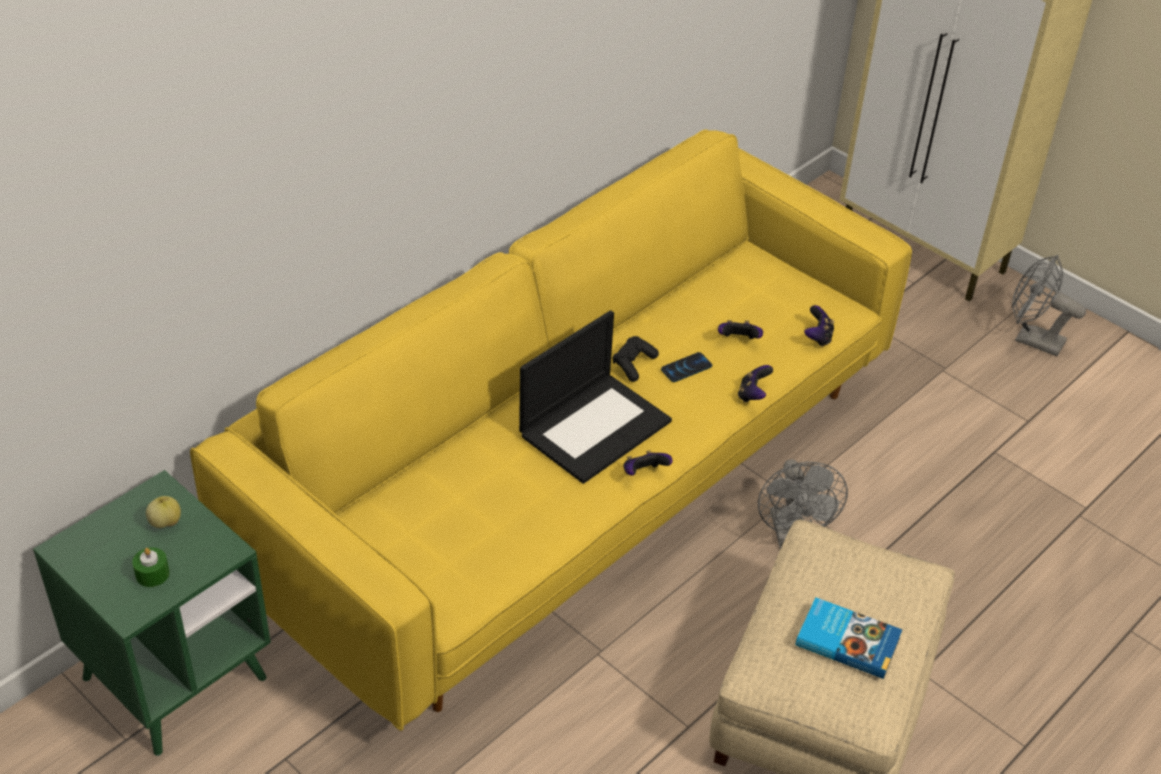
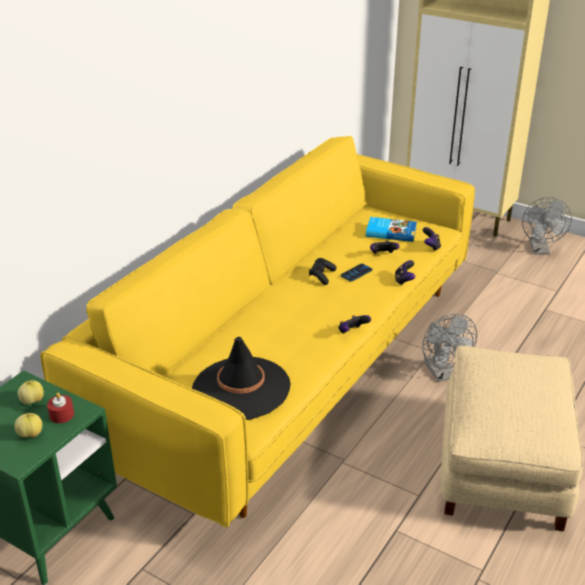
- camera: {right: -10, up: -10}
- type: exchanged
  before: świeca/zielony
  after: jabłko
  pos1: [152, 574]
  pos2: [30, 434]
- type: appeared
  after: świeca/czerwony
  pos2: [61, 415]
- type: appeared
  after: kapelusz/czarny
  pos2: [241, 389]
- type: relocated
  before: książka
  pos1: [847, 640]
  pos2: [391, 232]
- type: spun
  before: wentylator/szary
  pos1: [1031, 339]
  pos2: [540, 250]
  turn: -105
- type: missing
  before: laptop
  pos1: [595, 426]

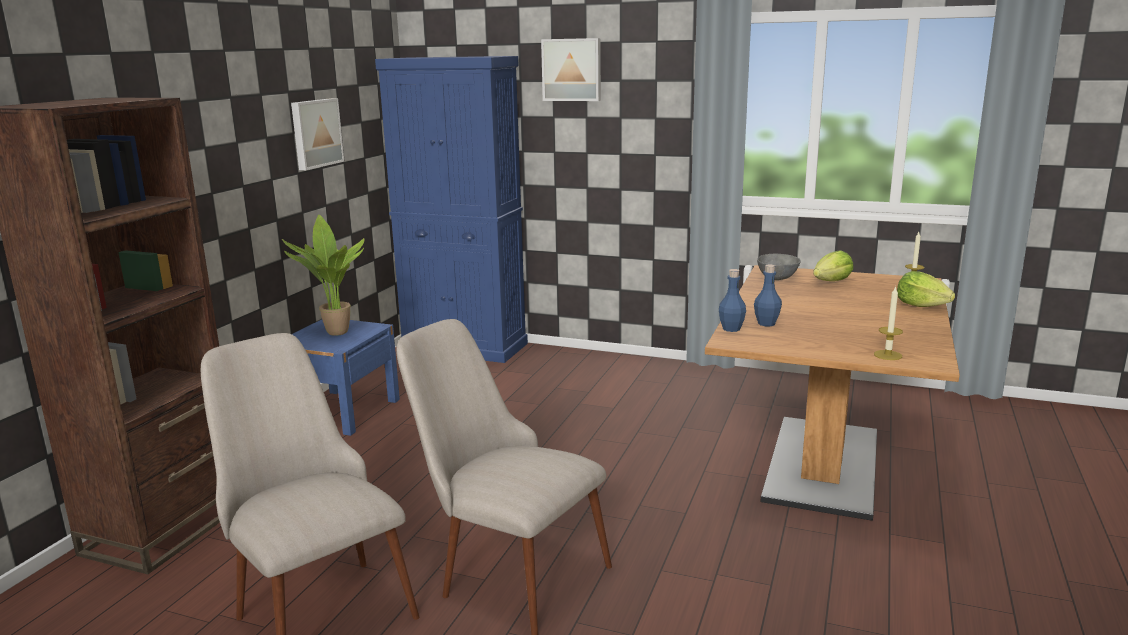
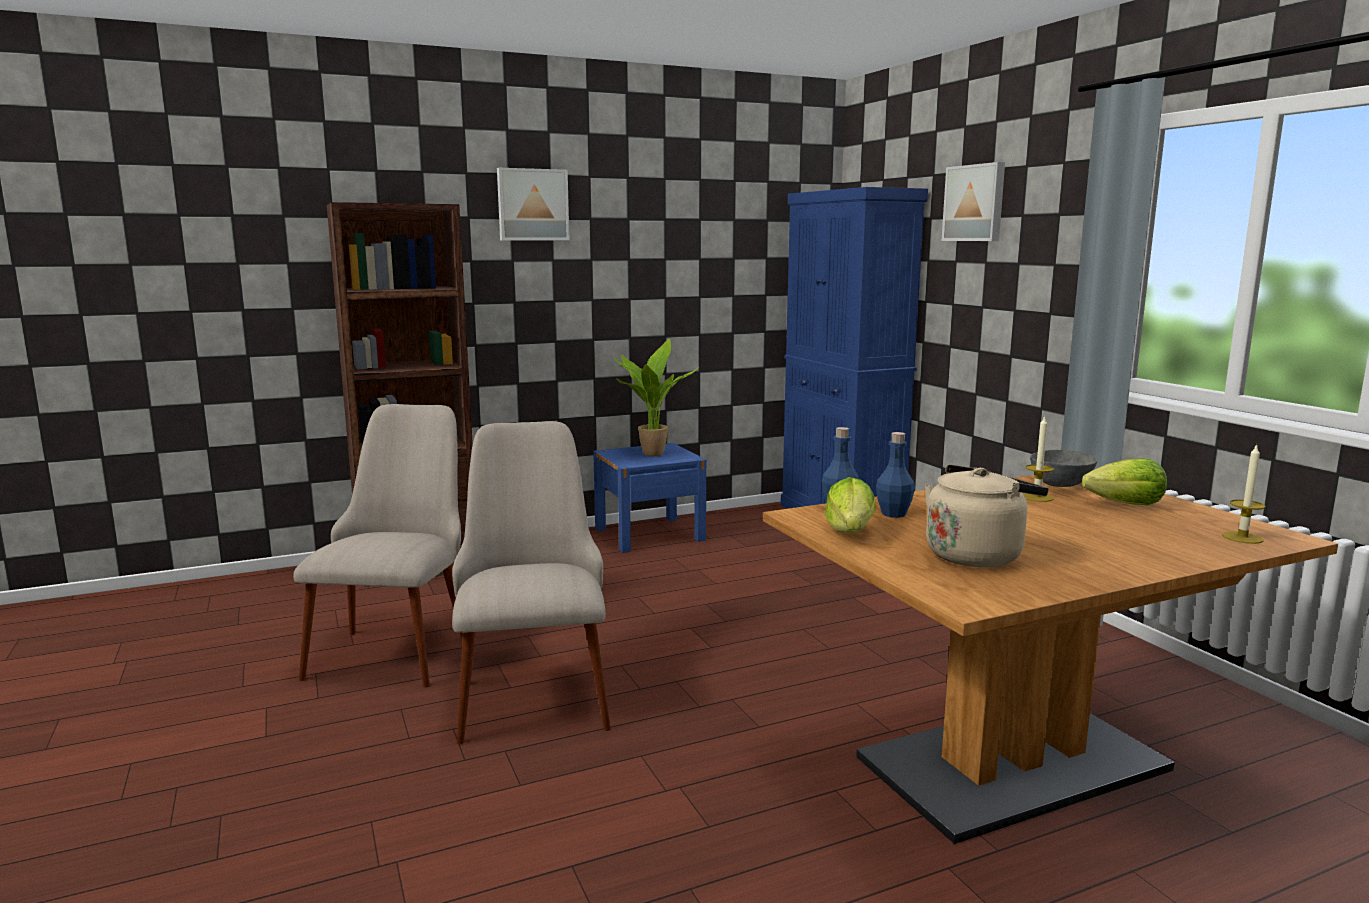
- camera: {right: 45, up: -5}
- type: relocated
  before: obraz
  pos1: [315, 133]
  pos2: [532, 205]
- type: relocated
  before: sałata
  pos1: [921, 306]
  pos2: [850, 532]
- type: appeared
  after: czajnik/beżowy
  pos2: [976, 555]
- type: relocated
  before: świeca
  pos1: [887, 355]
  pos2: [1036, 497]

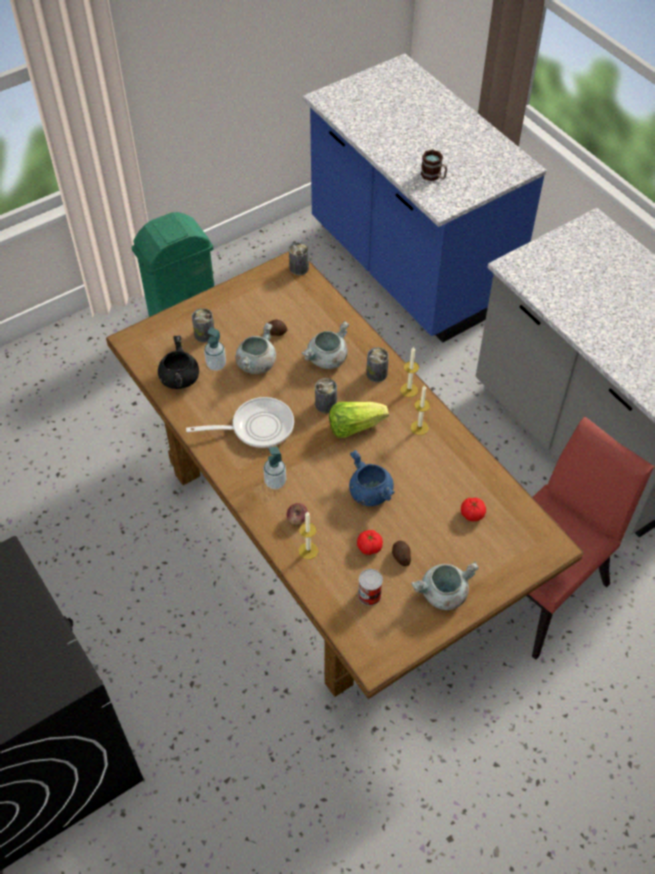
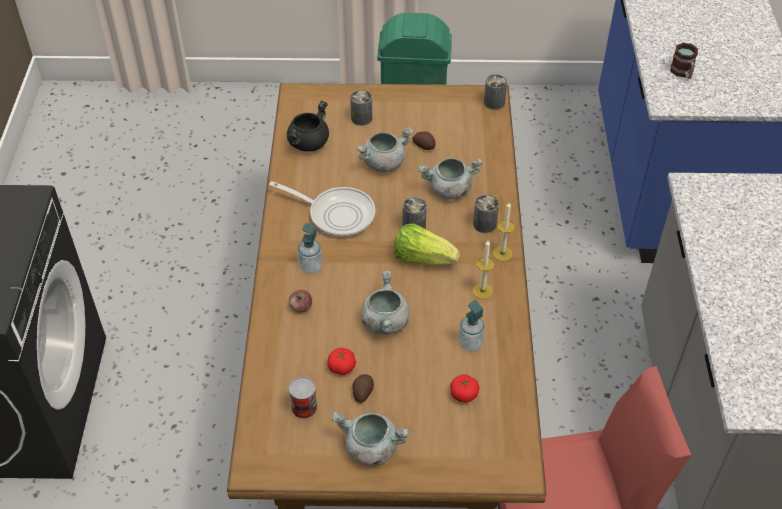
- camera: {right: 35, up: -5}
- type: colour
  before: garnek/niebieski
  after: garnek/szary
  pos1: [369, 493]
  pos2: [384, 321]
- type: relocated
  before: dozownik mydła
  pos1: [216, 364]
  pos2: [470, 343]
- type: missing
  before: świeca
  pos1: [308, 550]

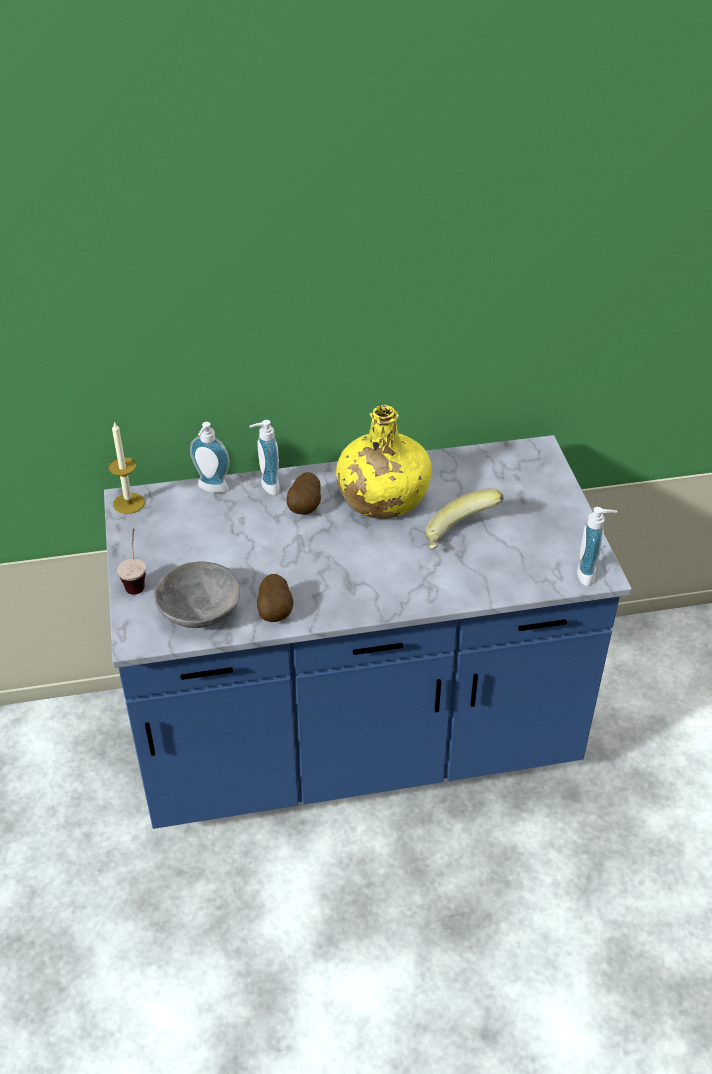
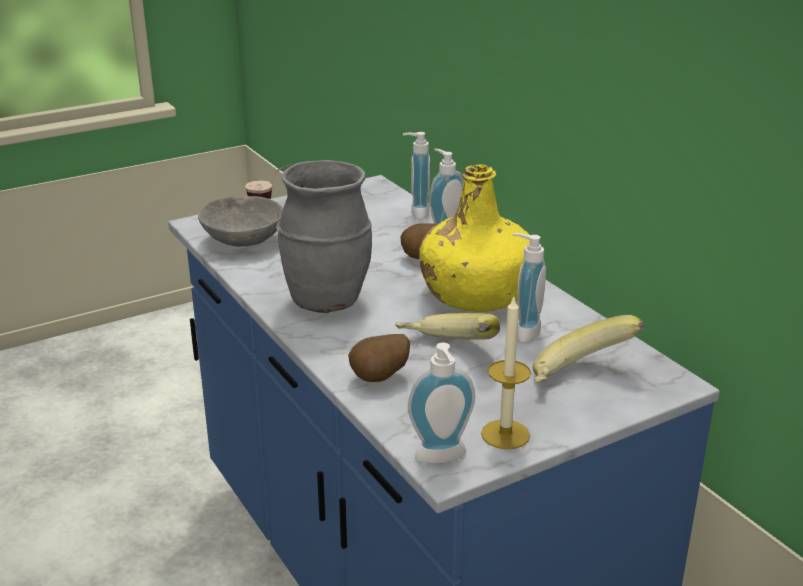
- camera: {right: 70, up: -15}
- type: appeared
  after: wazon/szary
  pos2: [327, 300]
- type: relocated
  before: ziemniak
  pos1: [276, 612]
  pos2: [380, 378]
- type: relocated
  before: świeca
  pos1: [128, 503]
  pos2: [505, 434]
- type: appeared
  after: dozownik mydła
  pos2: [523, 331]
- type: appeared
  after: banan
  pos2: [581, 378]

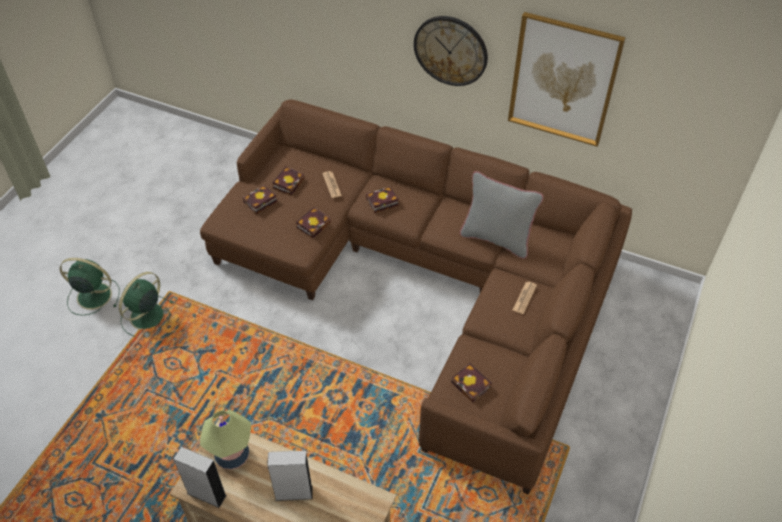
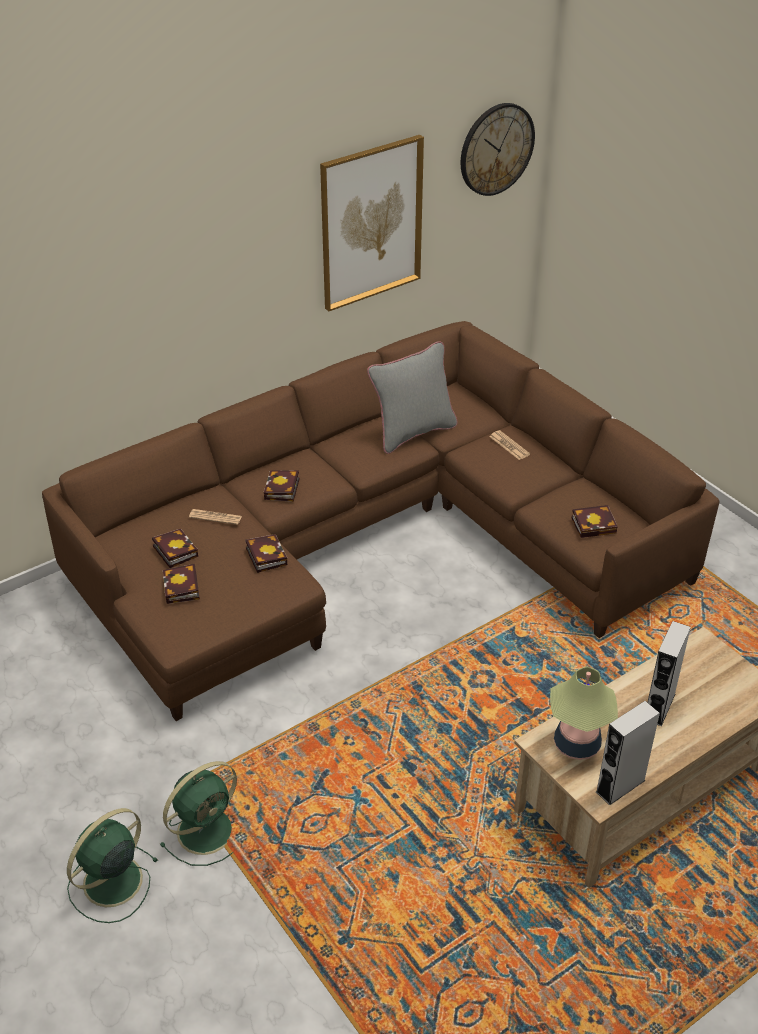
- camera: {right: -60, up: -10}
- type: spun
  before: wentylator/zielony
  pos1: [146, 317]
  pos2: [207, 829]
  turn: -105
- type: relocated
  before: zegar ścienny
  pos1: [451, 50]
  pos2: [496, 149]

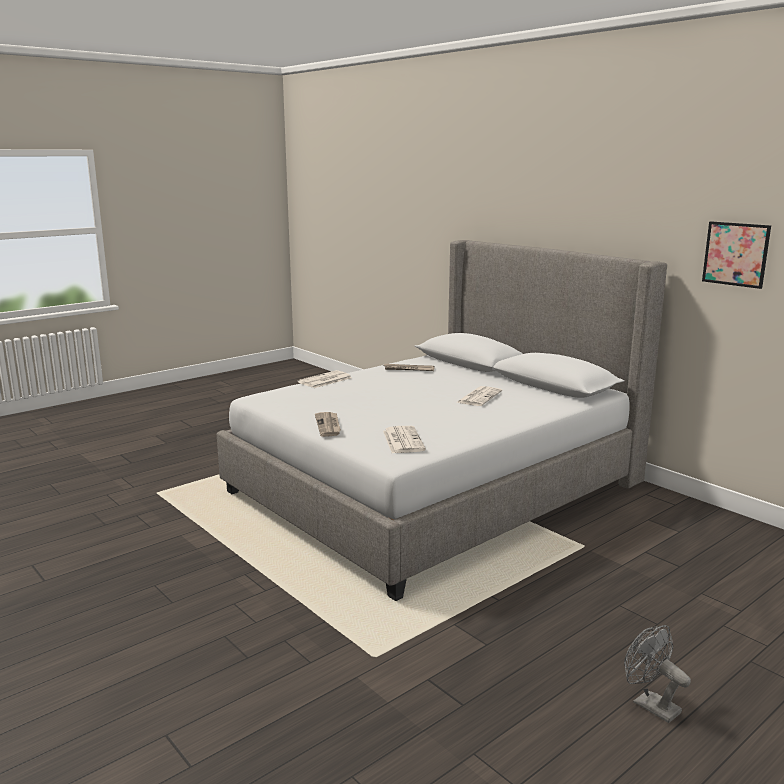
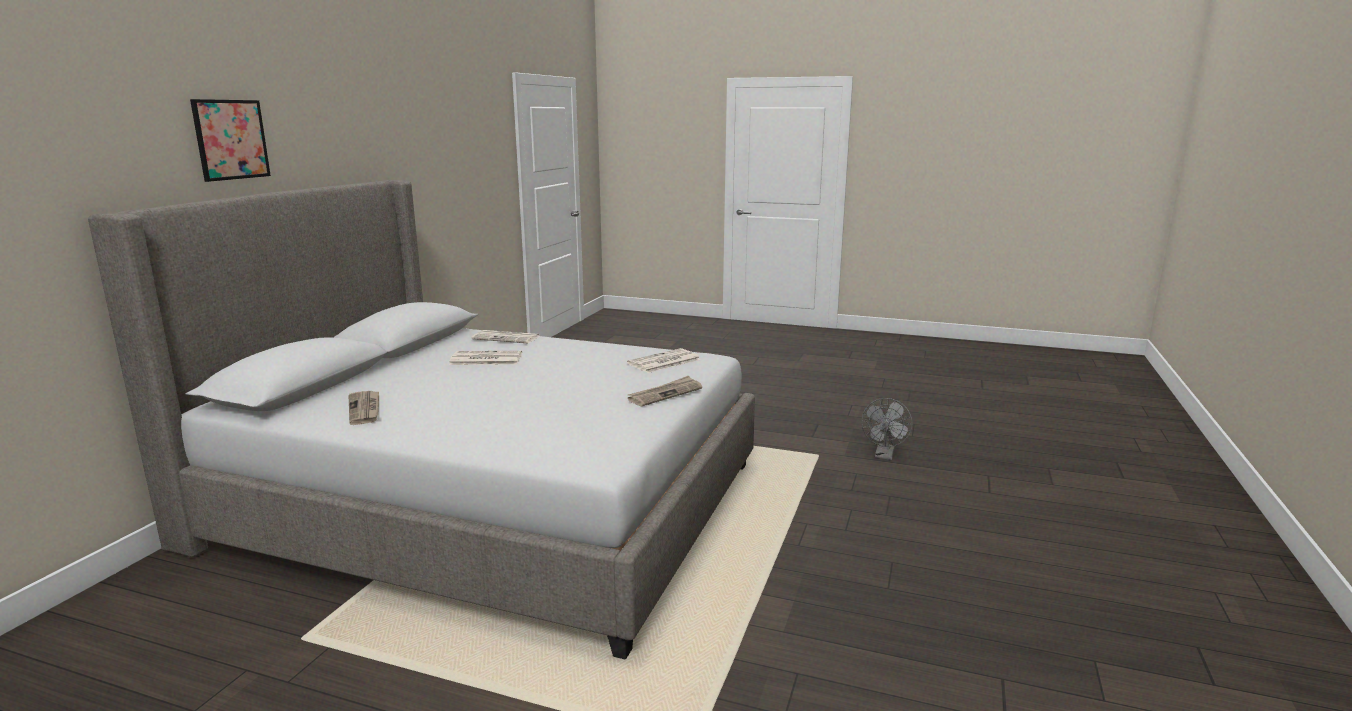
- camera: {right: -120, up: 0}
- type: relocated
  before: obraz
  pos1: [735, 254]
  pos2: [231, 139]
- type: relocated
  before: gazeta
  pos1: [324, 380]
  pos2: [507, 338]
- type: relocated
  before: wentylator/szary
  pos1: [650, 704]
  pos2: [884, 456]

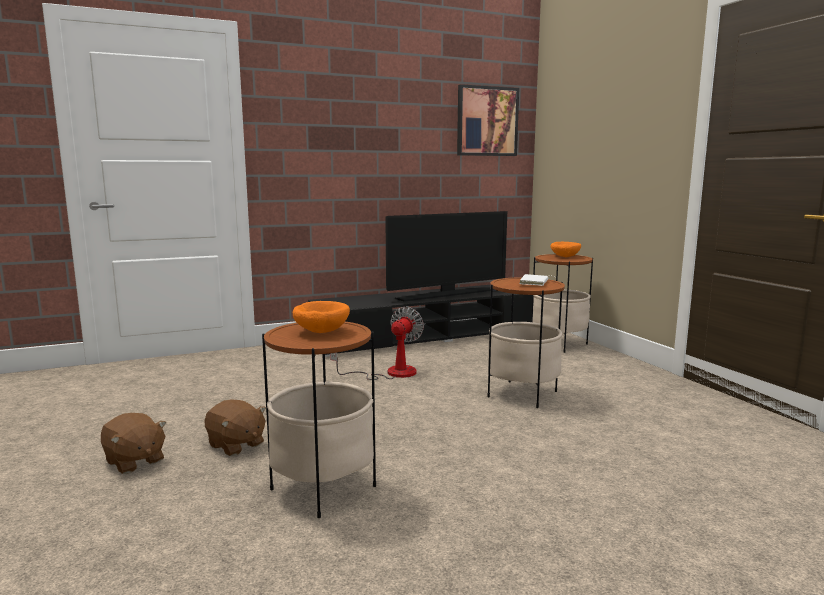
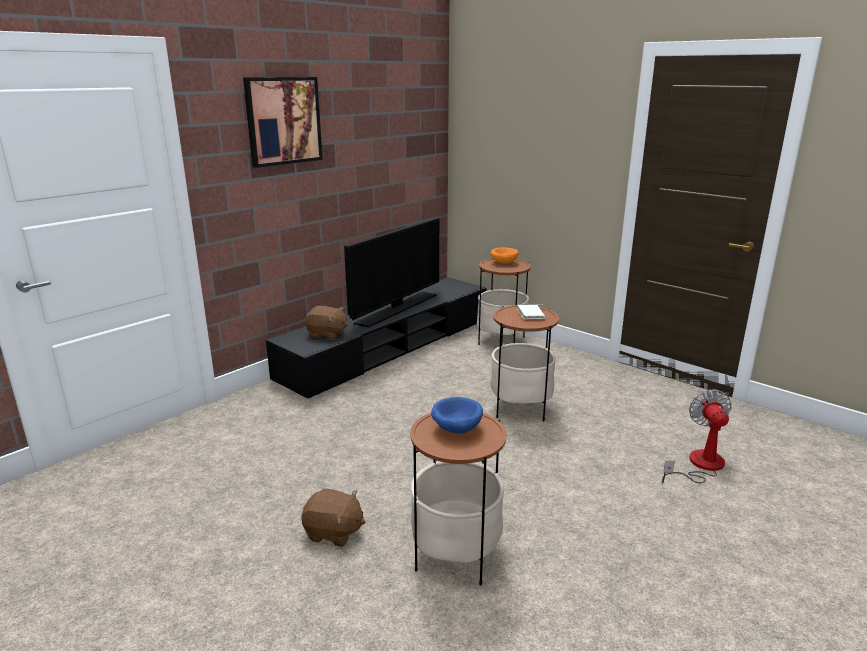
- camera: {right: -25, up: 10}
- type: relocated
  before: obraz
  pos1: [487, 121]
  pos2: [283, 121]
- type: relocated
  before: pluszak/brązowy
  pos1: [134, 461]
  pos2: [327, 334]
- type: colour
  before: miska/pomarańczowy
  after: miska/niebieski
  pos1: [320, 331]
  pos2: [456, 429]
- type: relocated
  before: wentylator
  pos1: [390, 373]
  pos2: [699, 465]

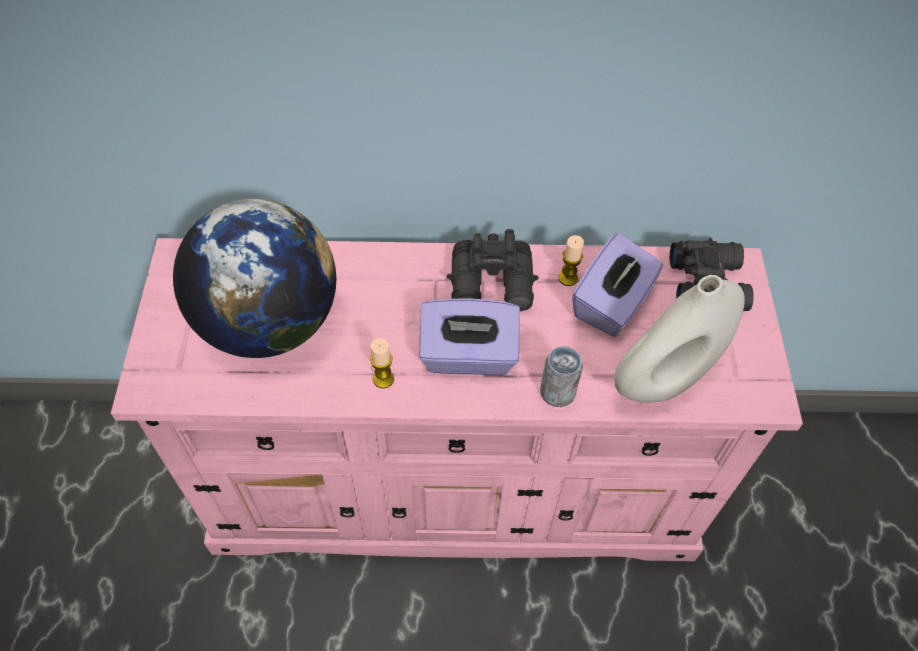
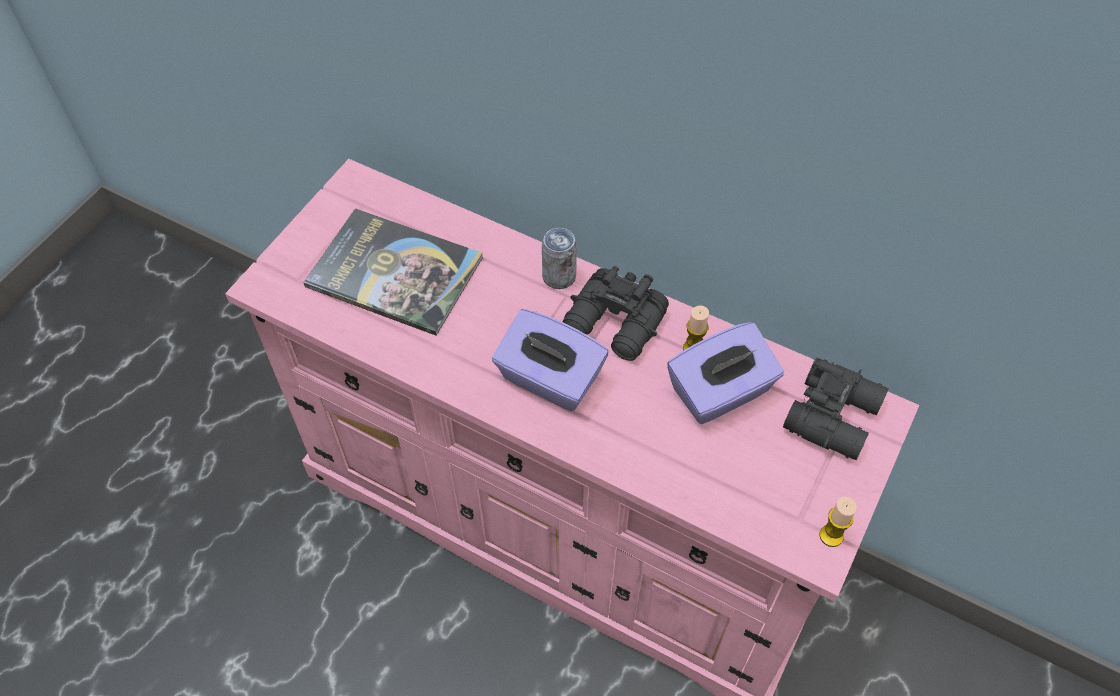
- camera: {right: 30, up: 0}
- type: exchanged
  before: globus
  after: książka
  pos1: [269, 323]
  pos2: [394, 272]
- type: relocated
  before: puszka
  pos1: [557, 392]
  pos2: [559, 277]
- type: relocated
  before: świeca
  pos1: [383, 379]
  pos2: [831, 536]
- type: missing
  before: wazon/biały
  pos1: [664, 379]

